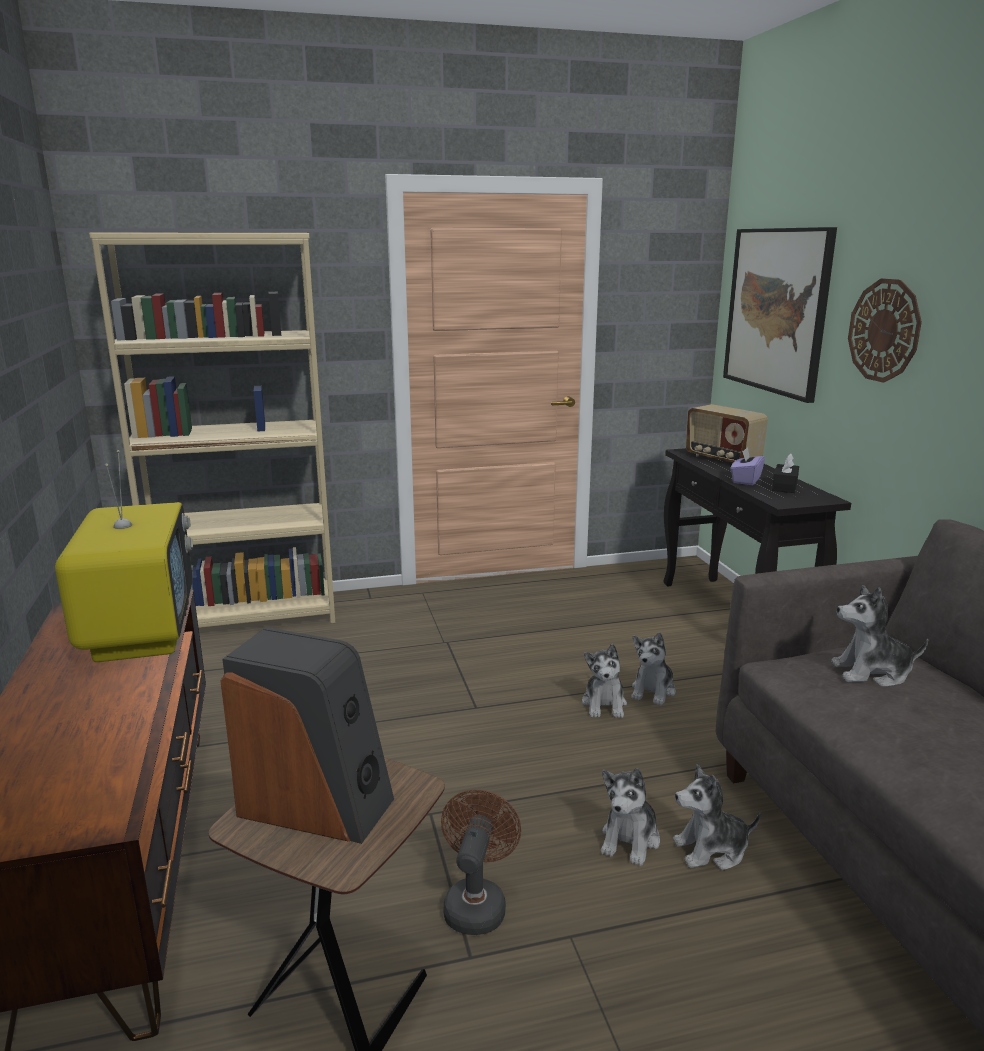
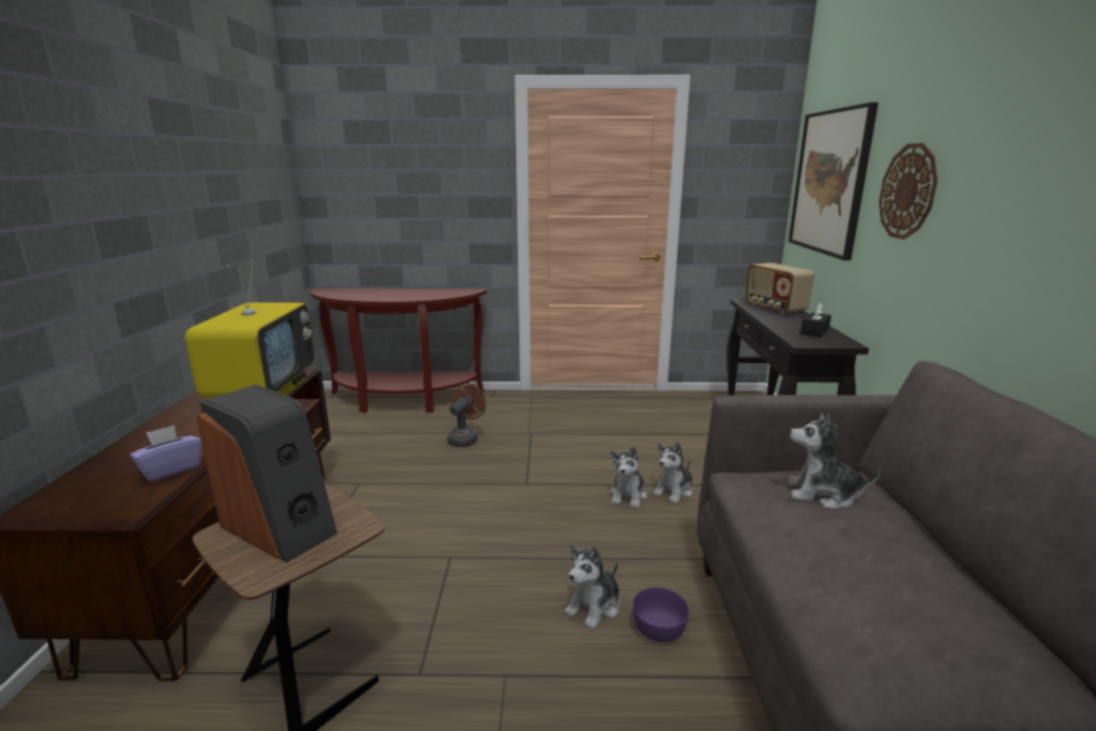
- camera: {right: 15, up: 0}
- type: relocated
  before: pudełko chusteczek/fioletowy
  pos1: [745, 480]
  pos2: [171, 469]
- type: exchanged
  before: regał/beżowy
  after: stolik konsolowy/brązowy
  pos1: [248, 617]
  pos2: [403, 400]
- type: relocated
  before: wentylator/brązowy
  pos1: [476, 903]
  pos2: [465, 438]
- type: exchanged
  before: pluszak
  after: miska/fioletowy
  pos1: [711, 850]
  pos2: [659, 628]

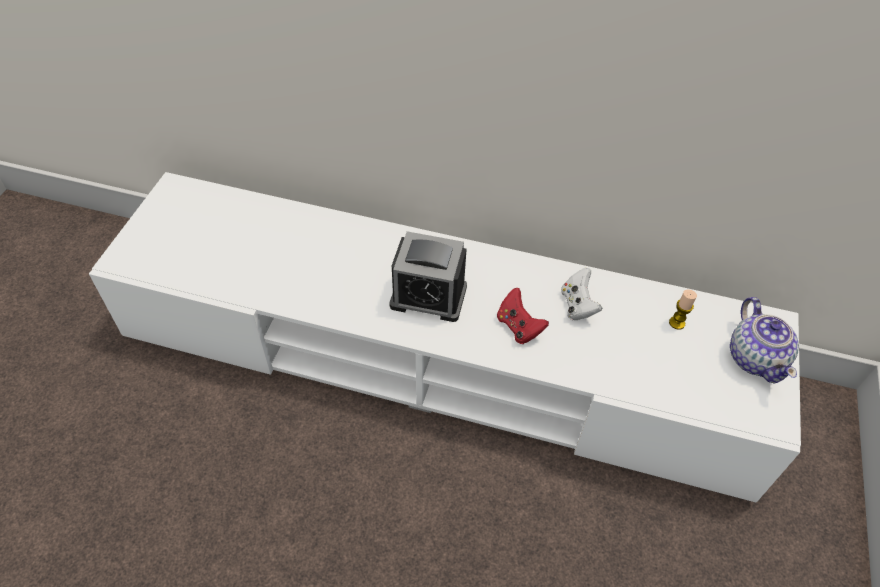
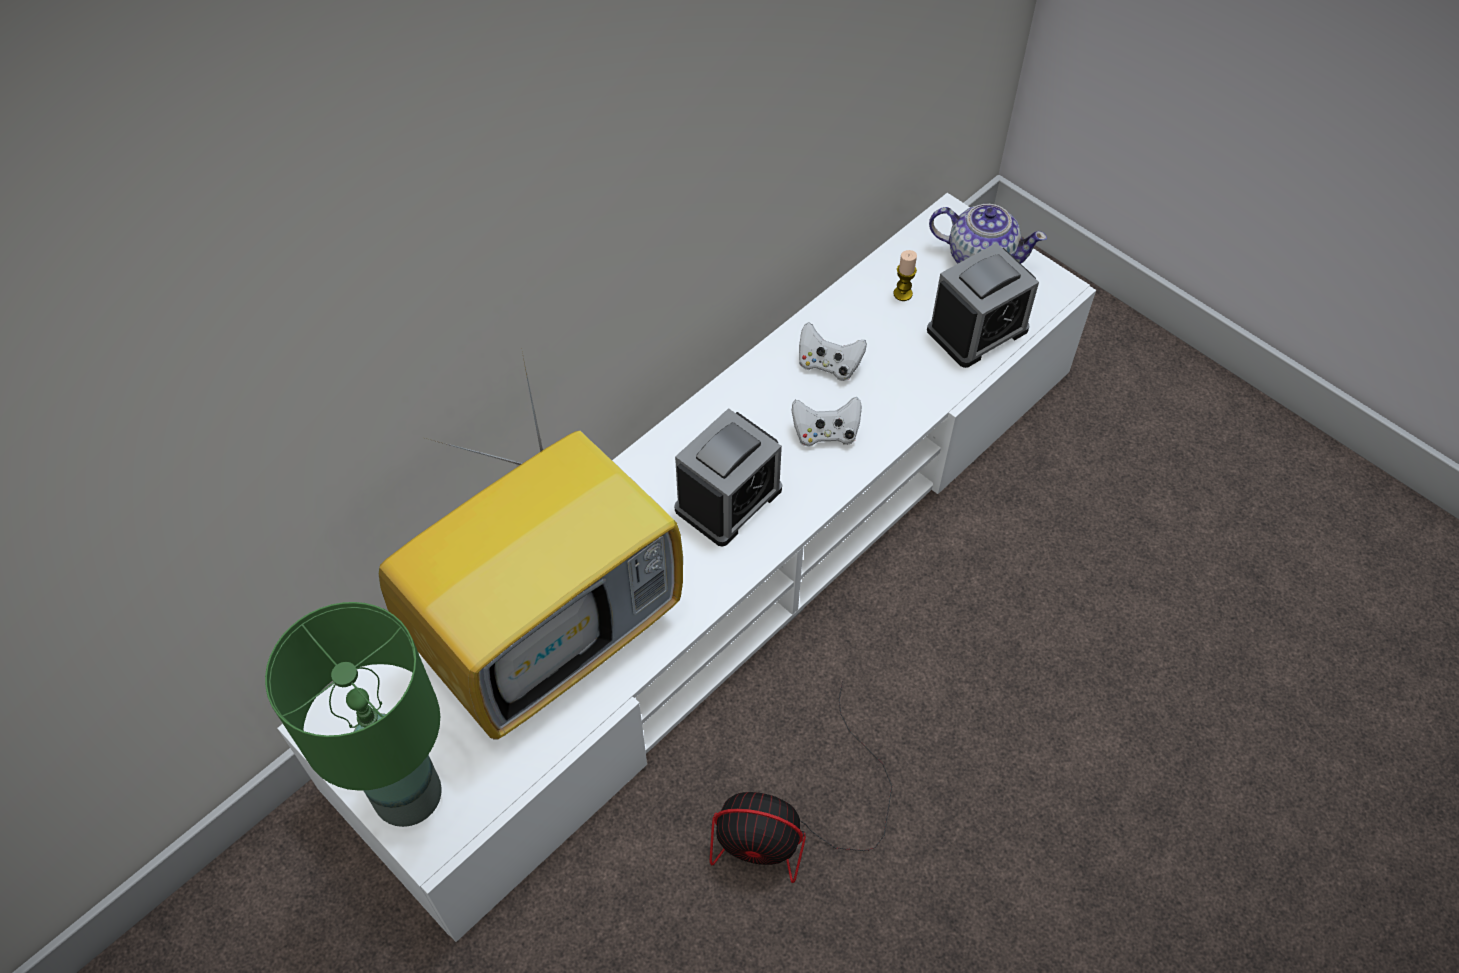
- camera: {right: -60, up: 5}
- type: appeared
  after: lampa stołowa/zielony
  pos2: [408, 793]
- type: appeared
  after: telewizor
  pos2: [552, 631]
- type: appeared
  after: wentylator
  pos2: [794, 824]
- type: colour
  before: pad do gier/czerwony
  after: pad do gier/biały
  pos1: [518, 327]
  pos2: [825, 433]
- type: appeared
  after: budzik
  pos2: [977, 330]

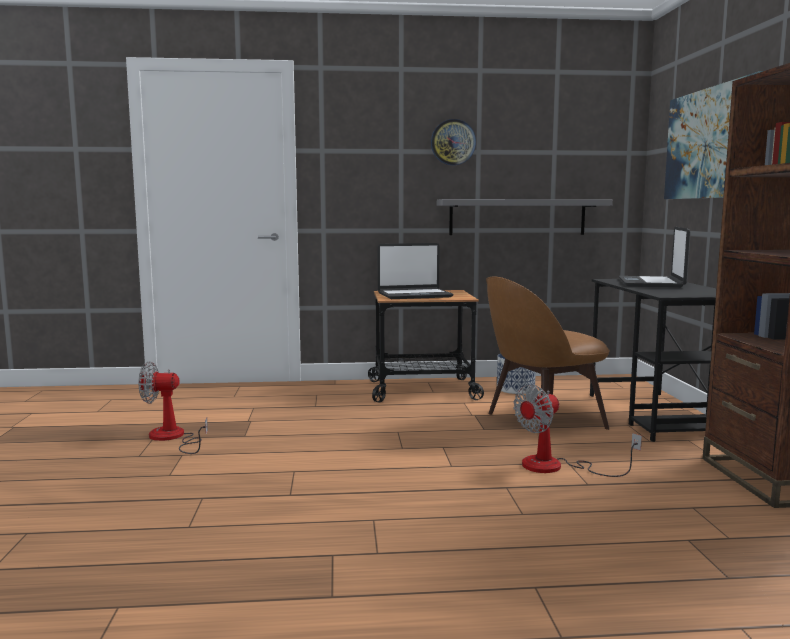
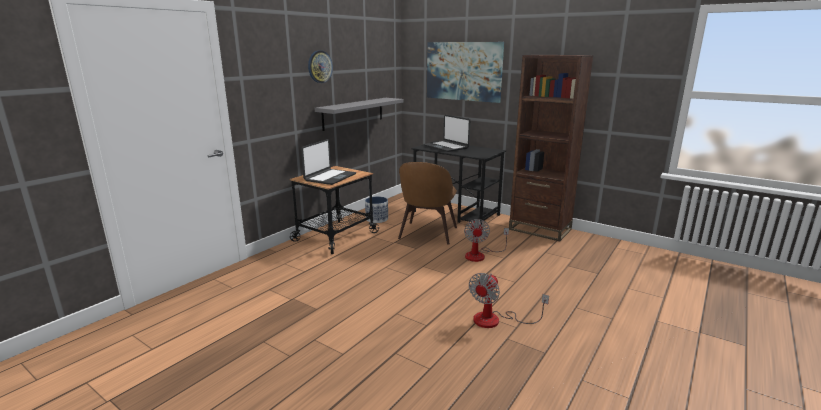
- camera: {right: -50, up: 10}
- type: relocated
  before: wentylator
  pos1: [172, 438]
  pos2: [496, 320]

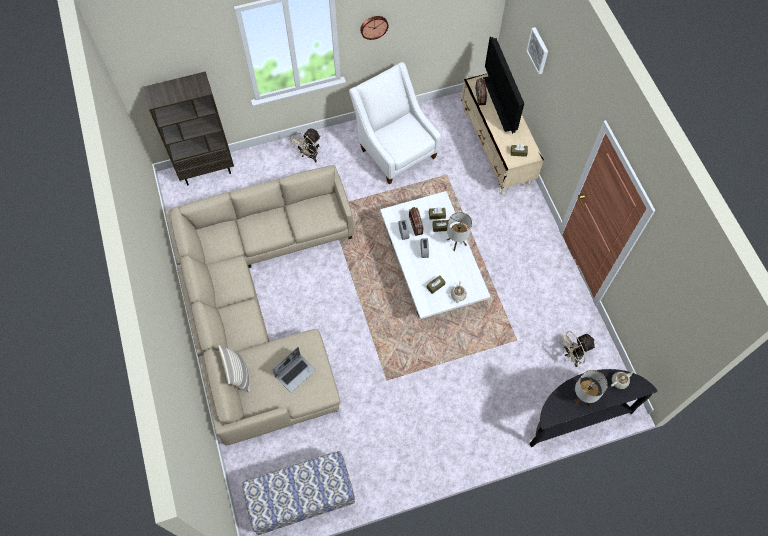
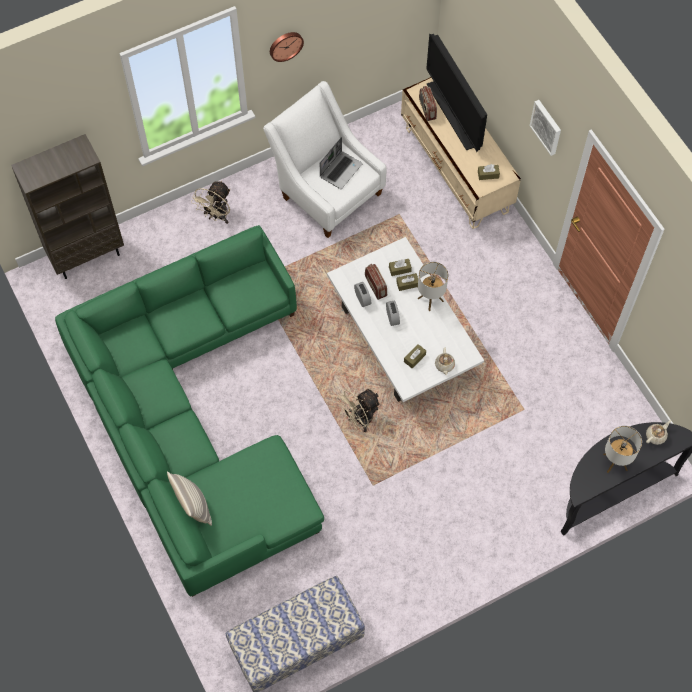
- camera: {right: -10, up: 0}
- type: colour
  before: kanapa/beżowy
  after: kanapa/zielony
  pos1: [260, 305]
  pos2: [194, 418]
- type: relocated
  before: laptop
  pos1: [295, 373]
  pos2: [341, 170]
- type: relocated
  before: wentylator/beżowy
  pos1: [572, 356]
  pos2: [359, 419]
- type: relocated
  before: obraz
  pos1: [538, 50]
  pos2: [547, 126]

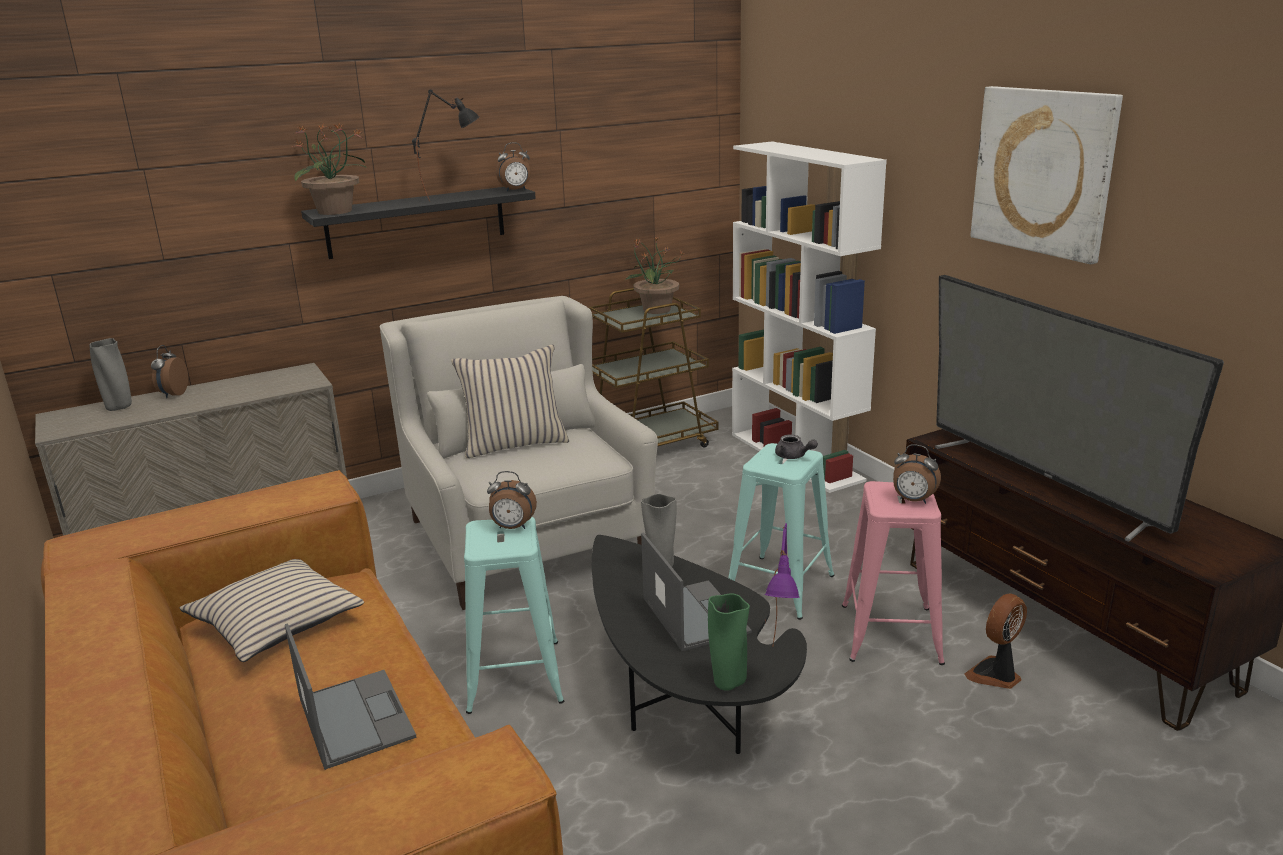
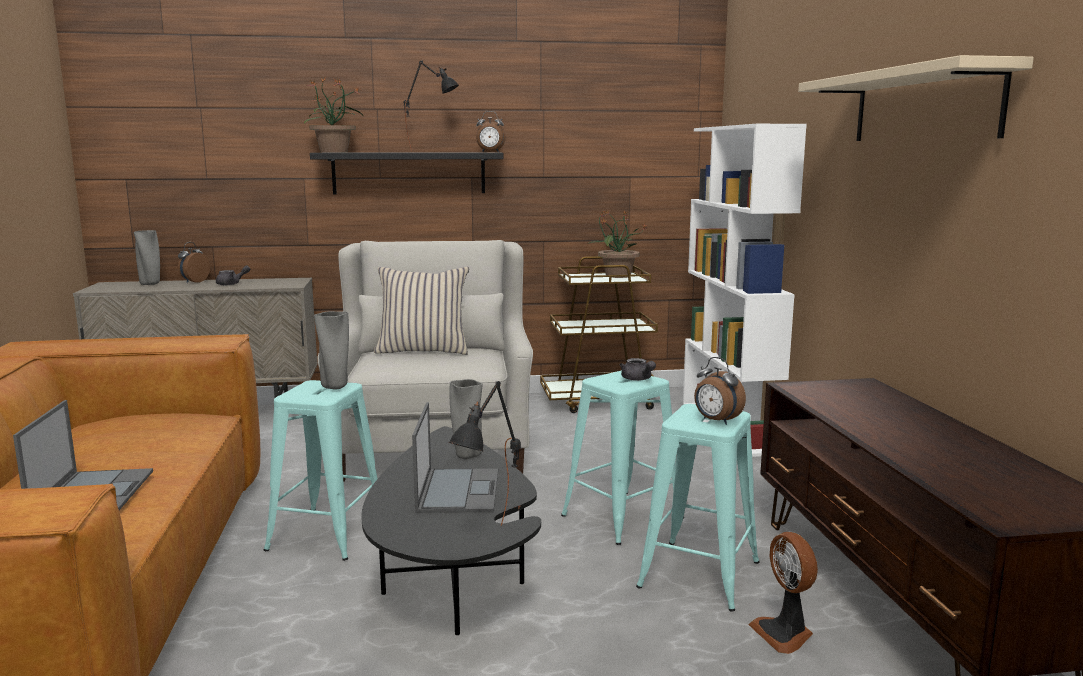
- camera: {right: 20, up: -10}
- type: appeared
  after: imbryk/szary
  pos2: [232, 284]
- type: exchanged
  before: budzik
  after: wazon/szary
  pos1: [512, 527]
  pos2: [335, 387]
- type: colour
  before: lampa stołowa/fioletowy
  after: lampa stołowa/czarny
  pos1: [782, 668]
  pos2: [491, 542]
- type: colour
  before: stołek/różowy
  after: stołek/turkusowy
  pos1: [890, 633]
  pos2: [699, 574]
- type: spun
  before: wentylator
  pos1: [995, 675]
  pos2: [784, 634]
  turn: -90
- type: exchanged
  before: obraz
  after: półka/beżowy
  pos1: [1043, 171]
  pos2: [924, 106]
- type: missing
  before: poduszka/beżowy
  pos1: [275, 622]
- type: missing
  before: wazon/zielony
  pos1: [728, 683]
- type: missing
  before: telewizor
  pos1: [1041, 482]

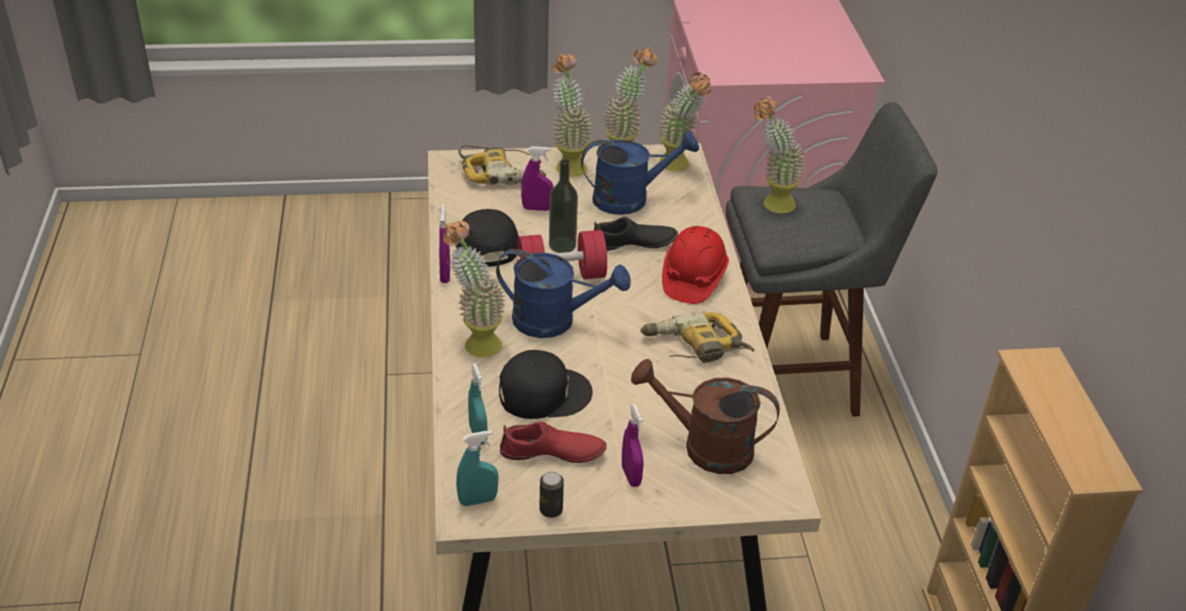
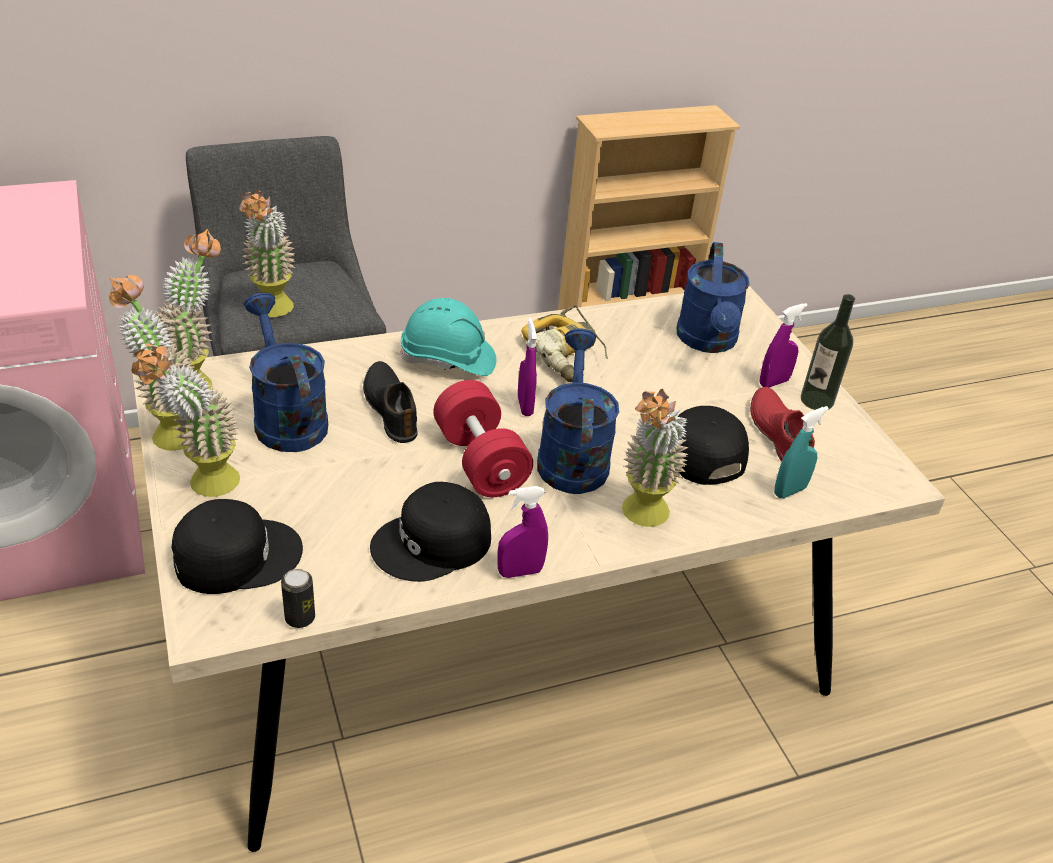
- camera: {right: -105, up: 0}
- type: exchanged
  before: wiertarka
  after: czapka z daszkiem/czarny
  pos1: [501, 173]
  pos2: [236, 555]
- type: relocated
  before: puszka
  pos1: [551, 510]
  pos2: [300, 618]
- type: colour
  before: kask/czerwony
  after: kask/turkusowy
  pos1: [693, 279]
  pos2: [448, 360]
- type: relocated
  before: spryskiwacz/fioletowy
  pos1: [537, 208]
  pos2: [525, 406]
- type: colour
  before: konewka/brązowy
  after: konewka/niebieski
  pos1: [705, 447]
  pos2: [708, 342]
- type: relocated
  before: butelka
  pos1: [562, 245]
  pos2: [816, 400]
- type: missing
  before: spryskiwacz/turkusowy
  pos1: [478, 500]

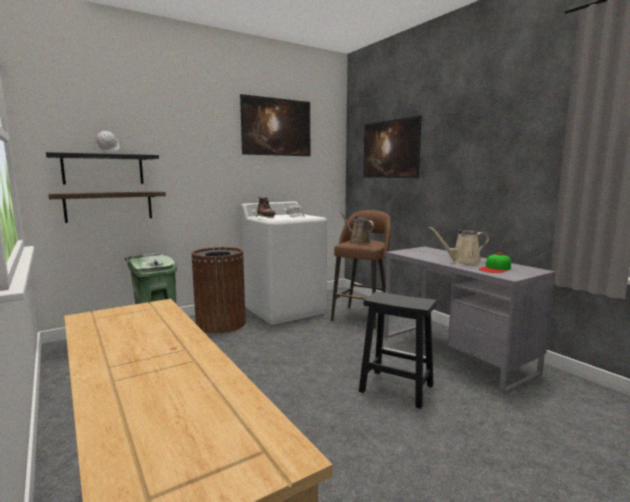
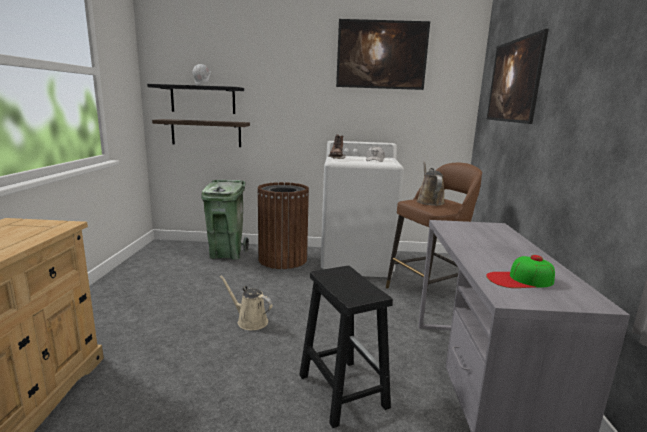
- camera: {right: 35, up: 5}
- type: relocated
  before: konewka/beżowy
  pos1: [462, 262]
  pos2: [250, 321]

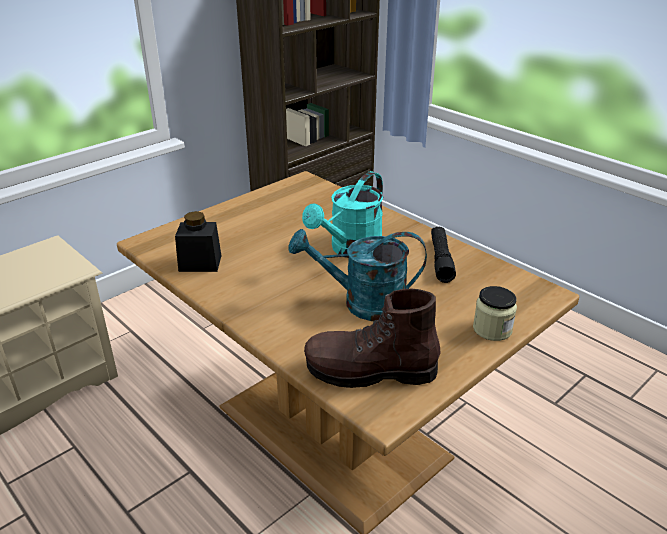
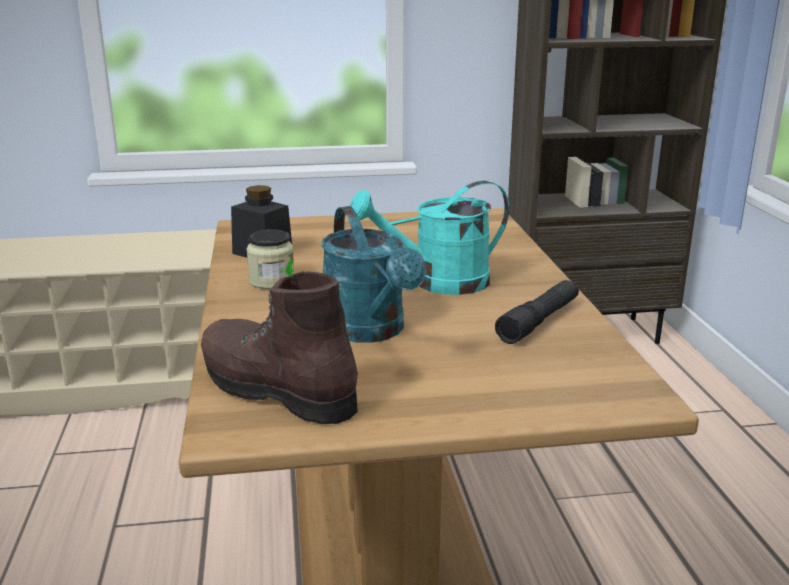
- camera: {right: 35, up: -10}
- type: relocated
  before: słoik
  pos1: [492, 329]
  pos2: [271, 281]
- type: spun
  before: konewka/turkusowy
  pos1: [363, 304]
  pos2: [371, 331]
  turn: -150

